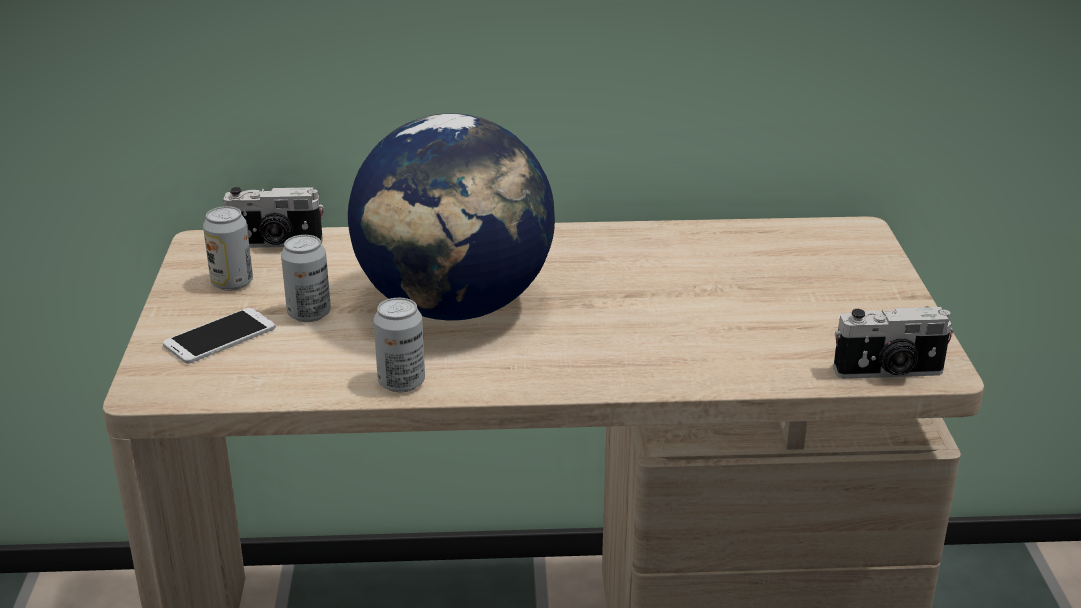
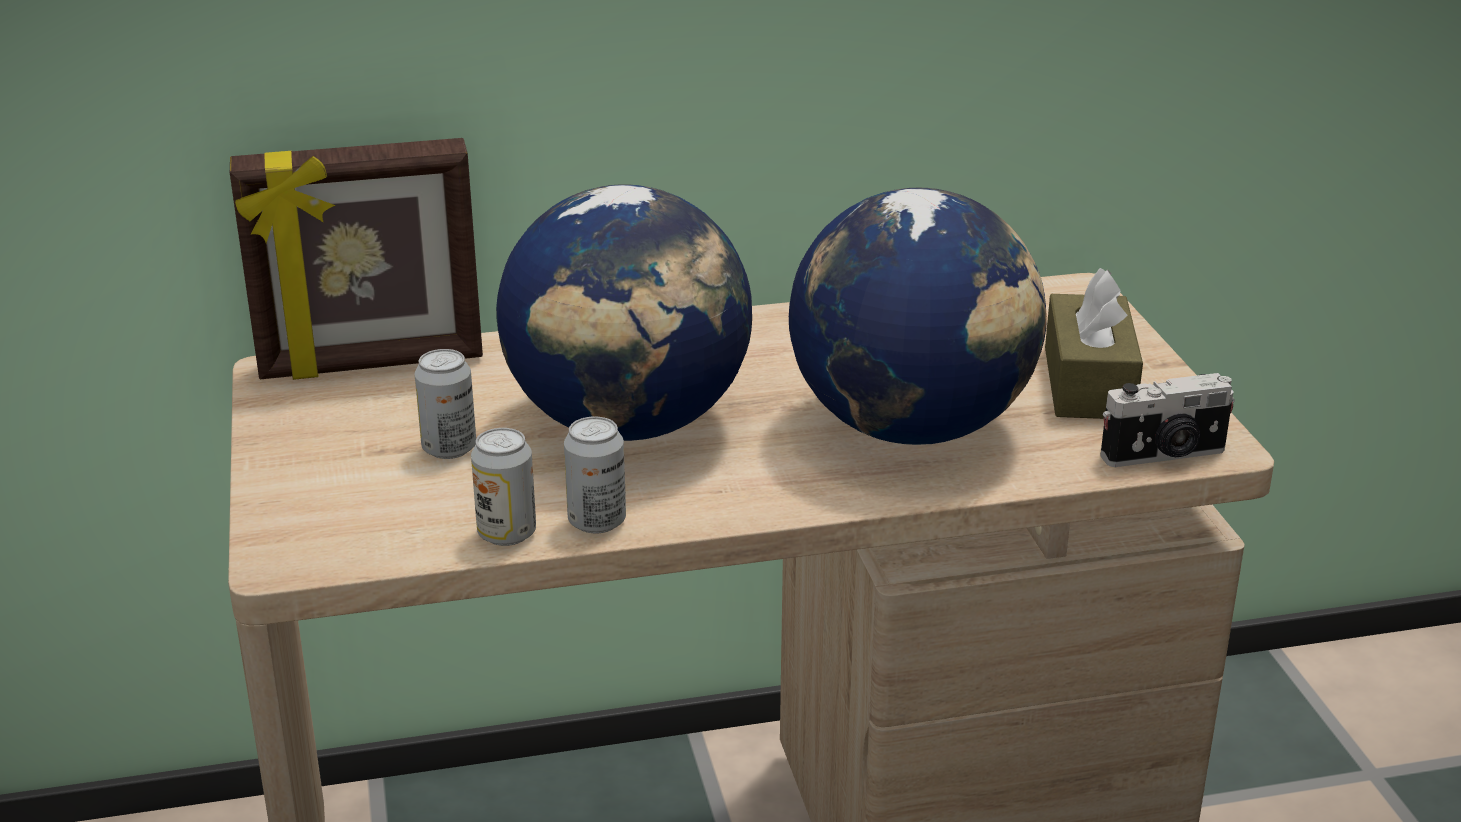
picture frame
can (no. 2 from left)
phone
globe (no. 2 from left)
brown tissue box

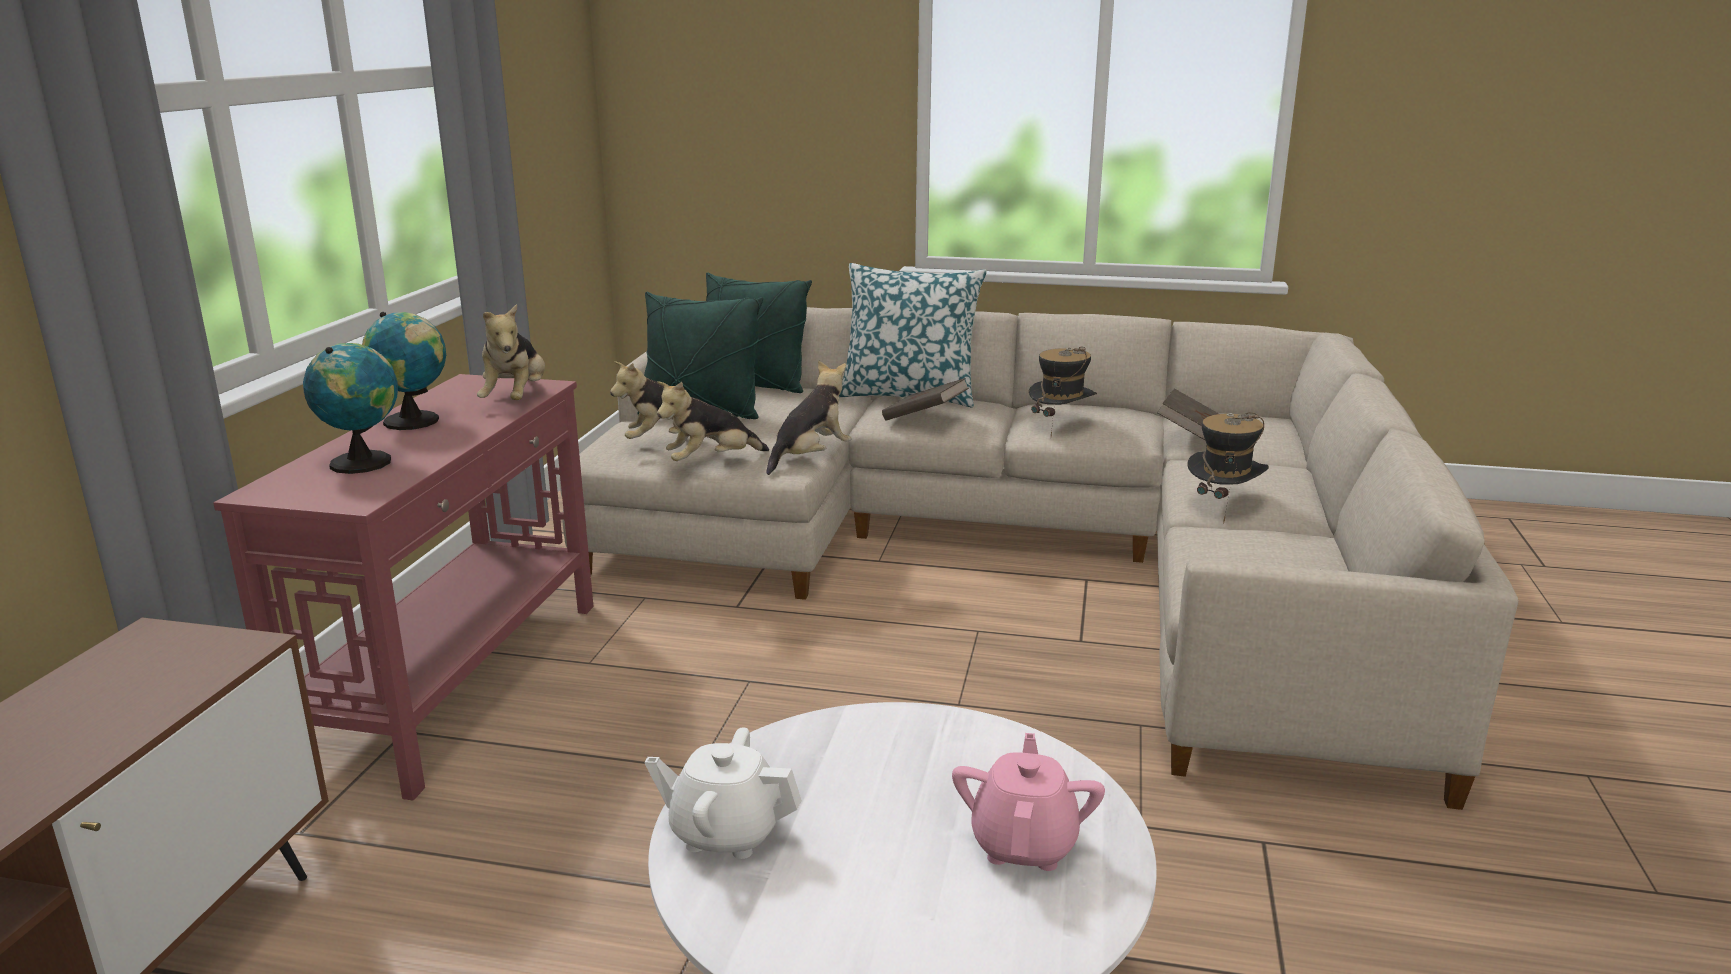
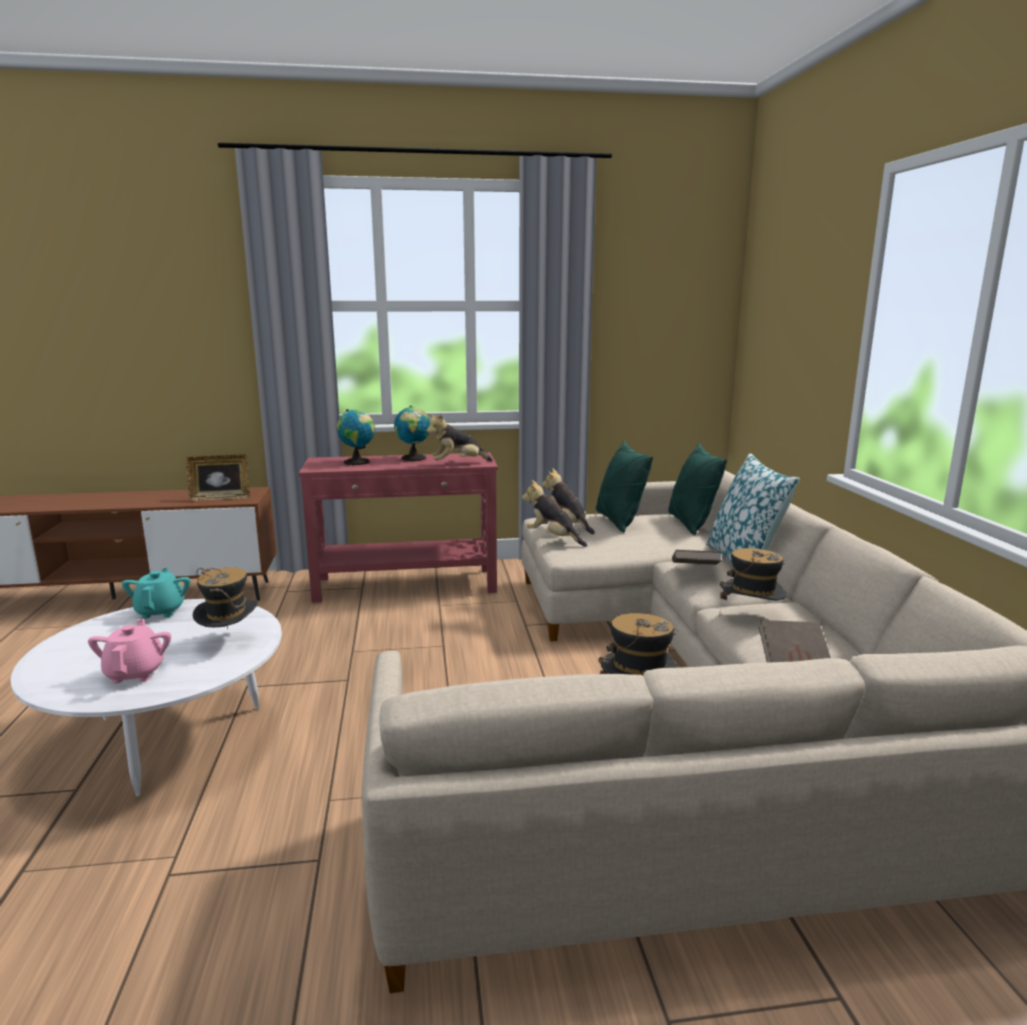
plush toy (no. 4 from left in the first image)
turquoise teapot
pink teapot
picture frame
hat (no. 1 from left)

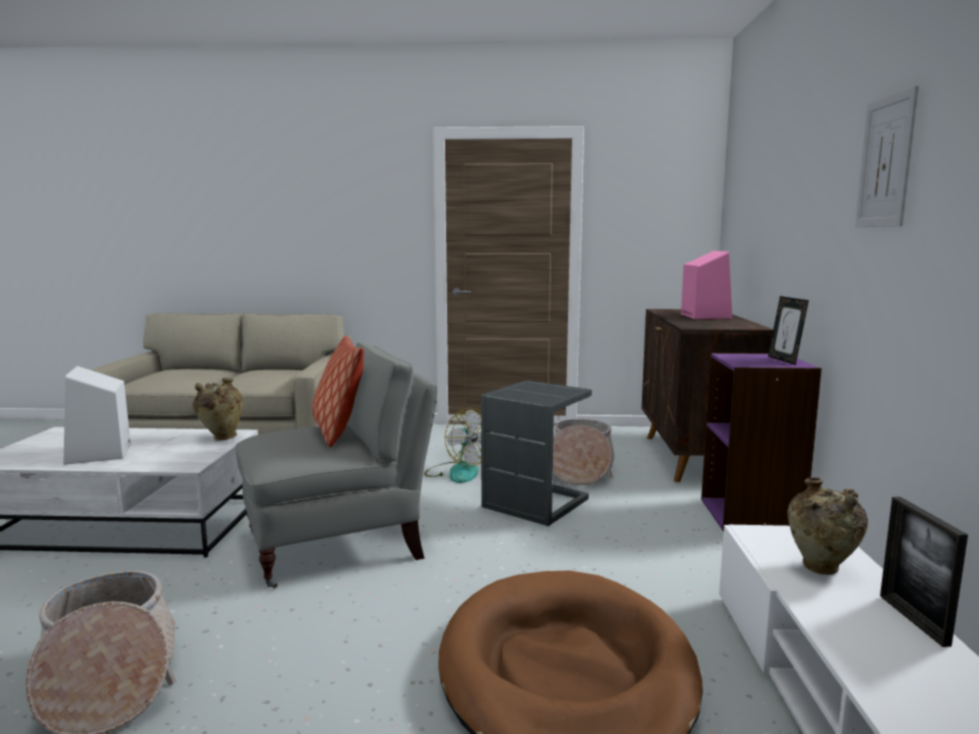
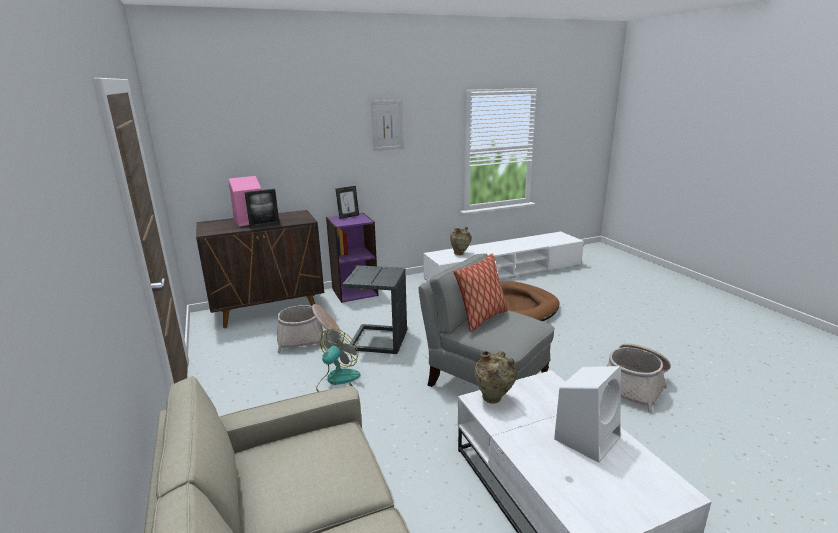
picture frame (no. 1 from left)

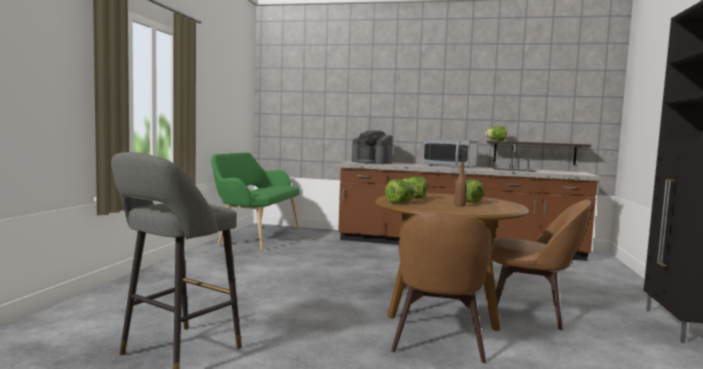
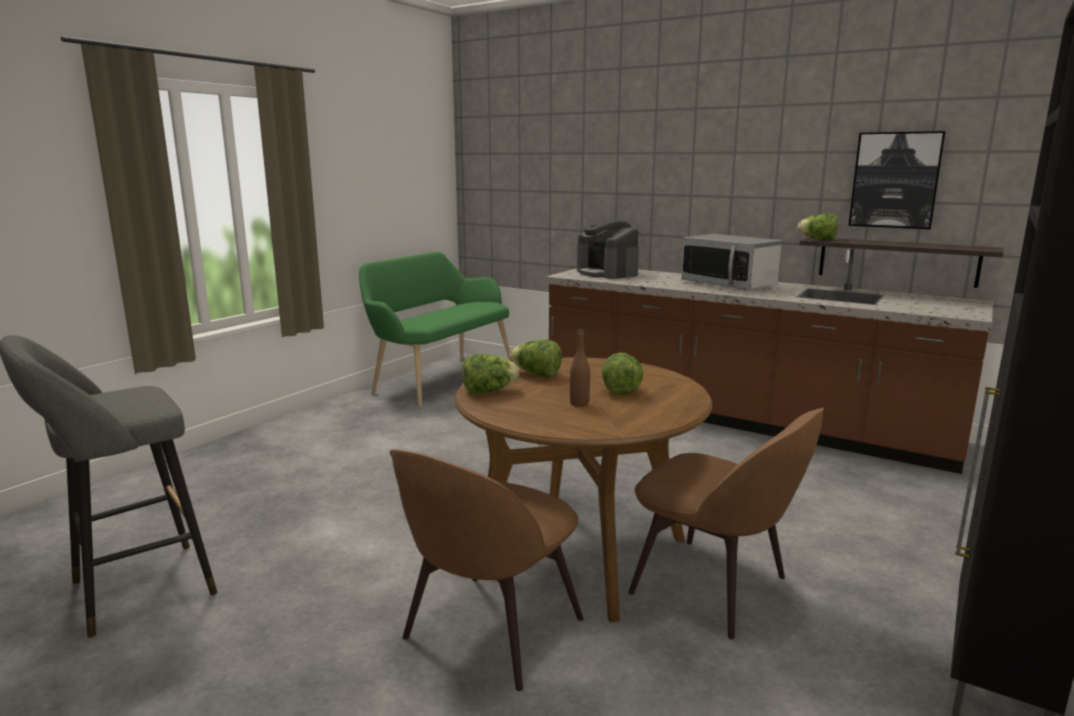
picture

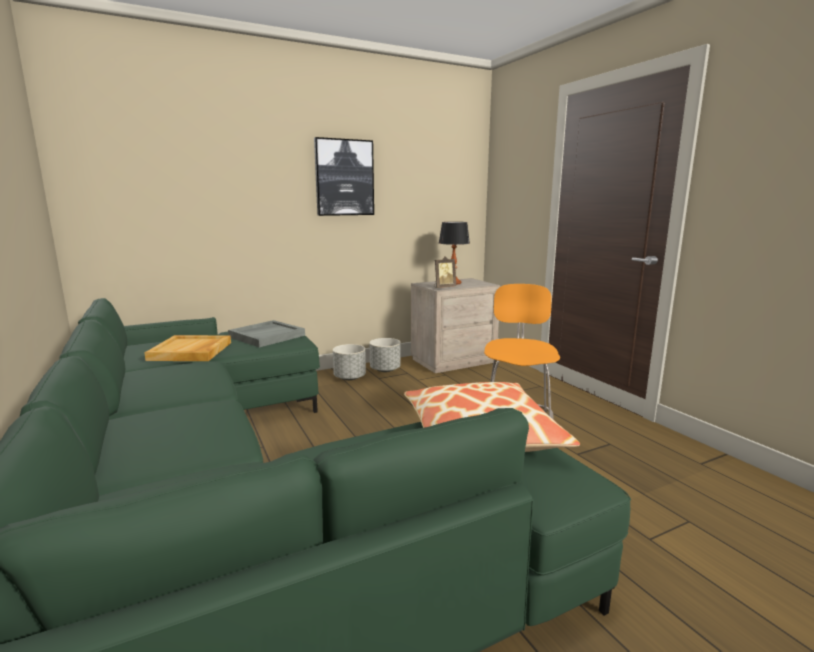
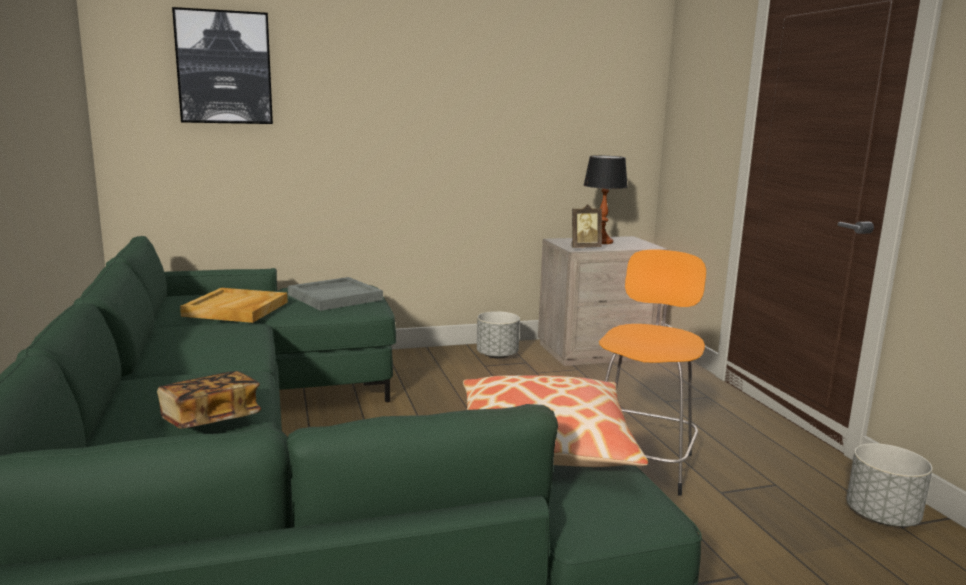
picture
grey planter (no. 2 from left)
book

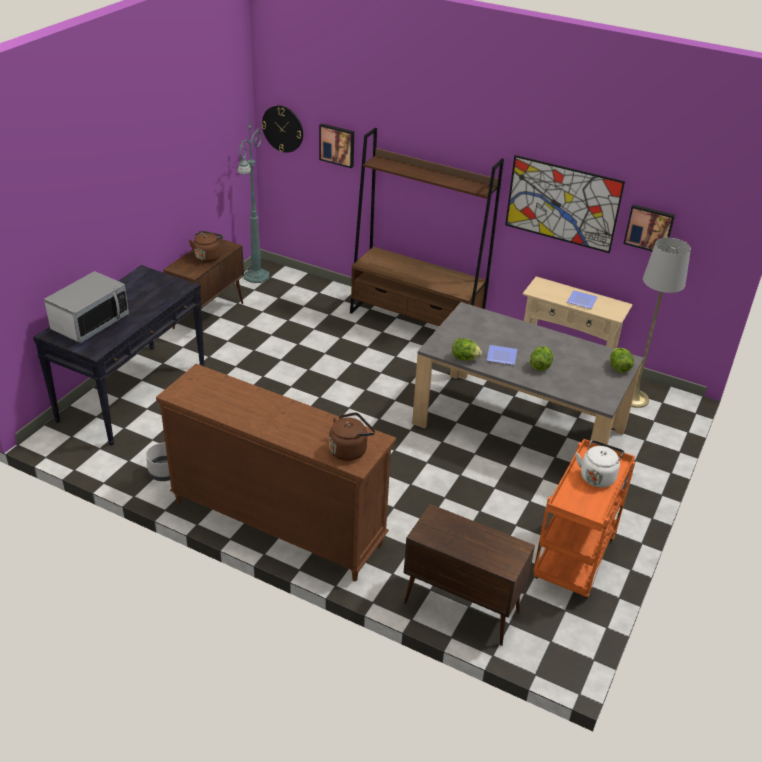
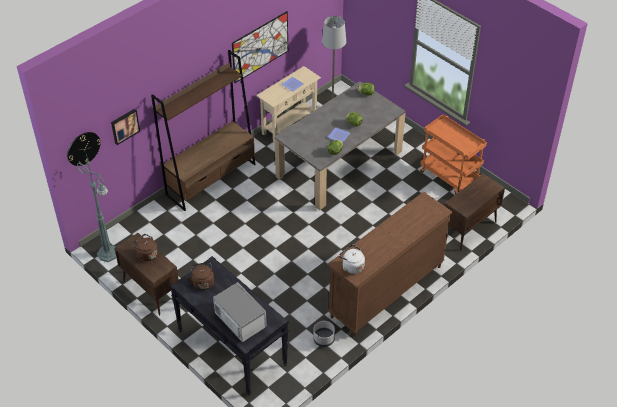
picture (no. 3 from left in the first image)
brown kettle (no. 2 from left)
white kettle

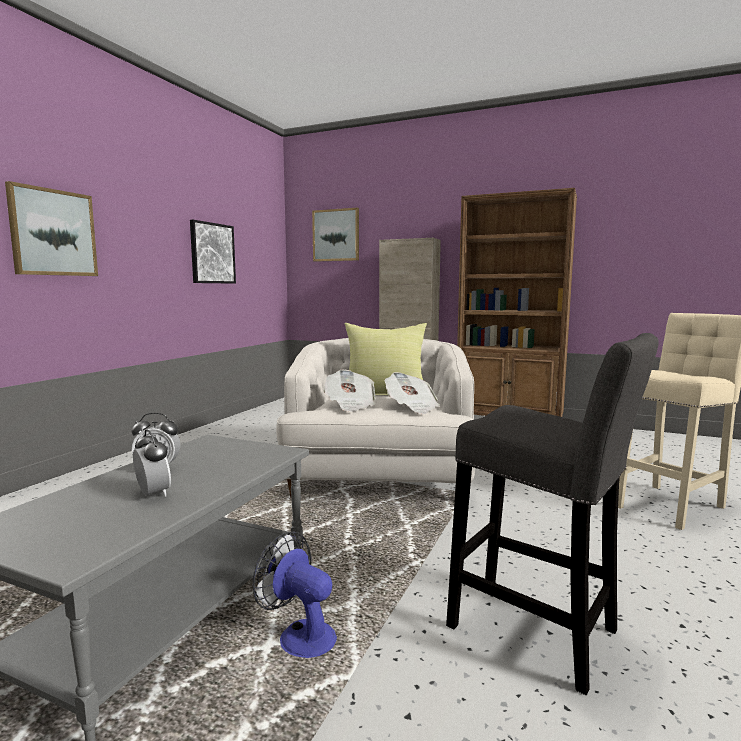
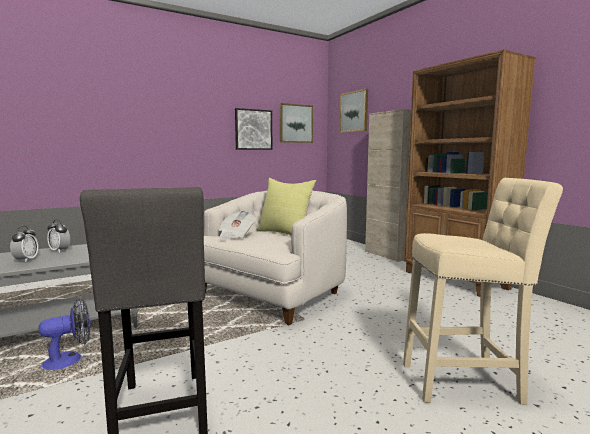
picture (no. 2 from left)
newspaper (no. 2 from left in the first image)
fan

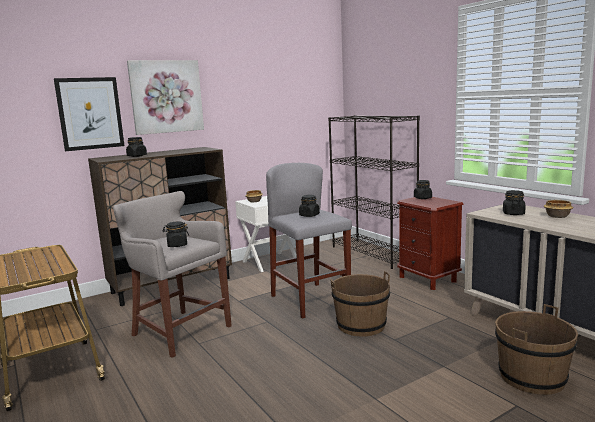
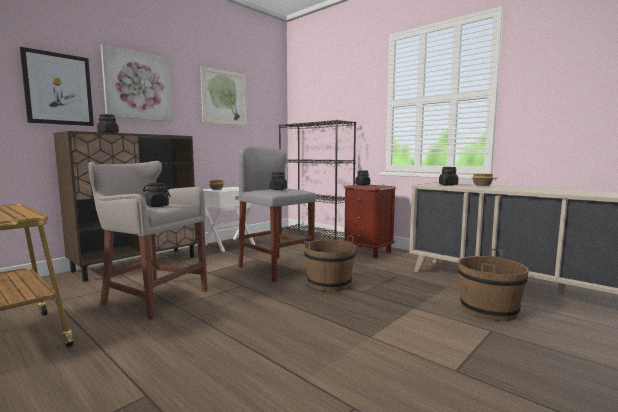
picture (no. 3 from left)

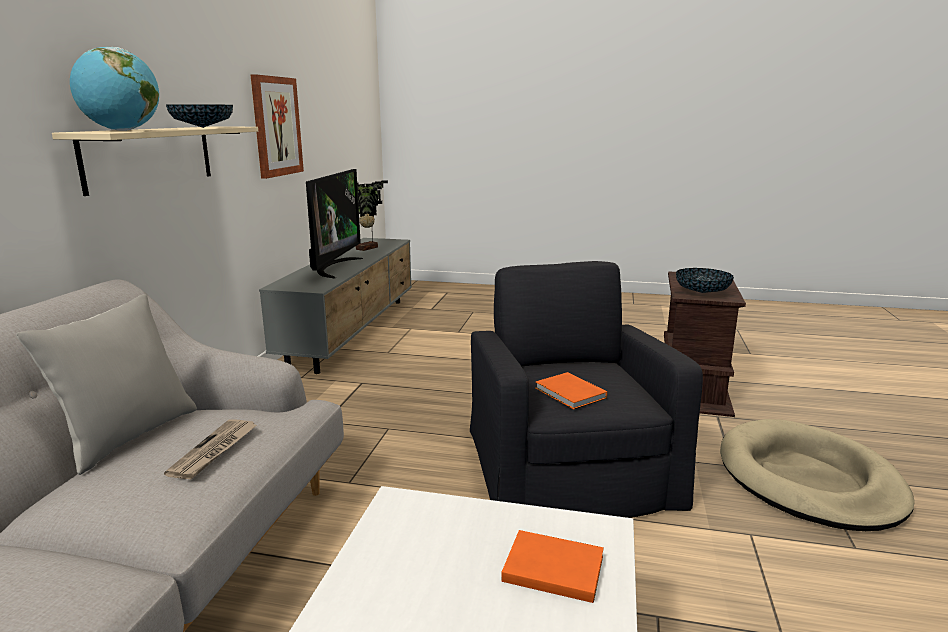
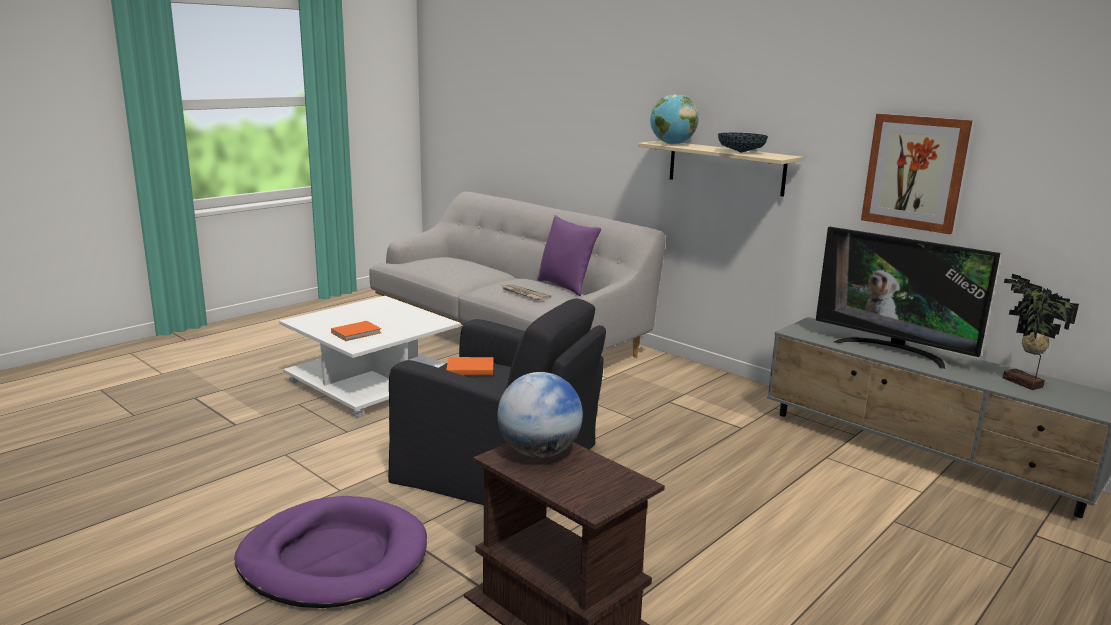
globe (no. 1 from left)
purple pillow
purple dog bed

